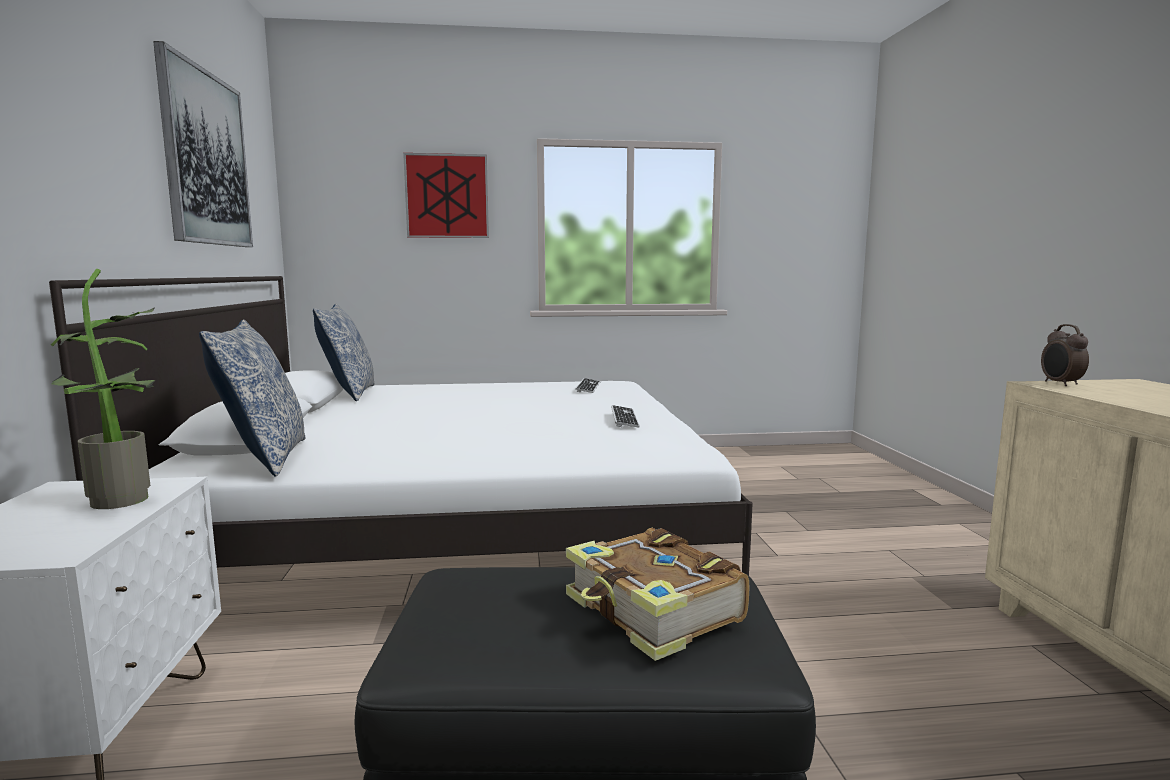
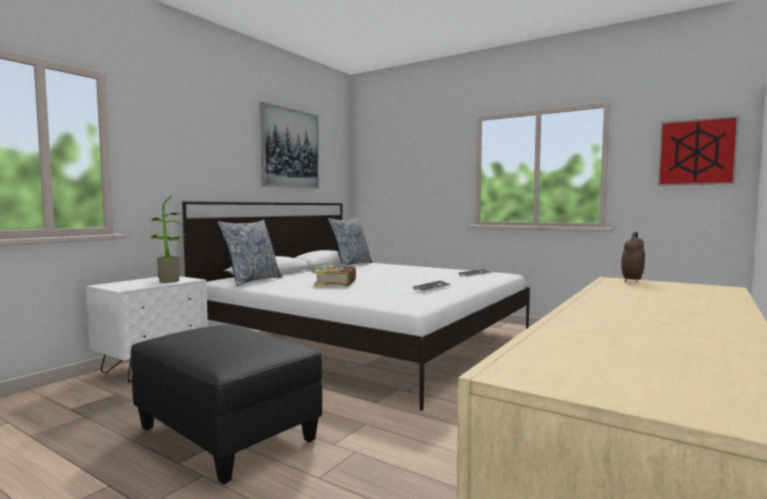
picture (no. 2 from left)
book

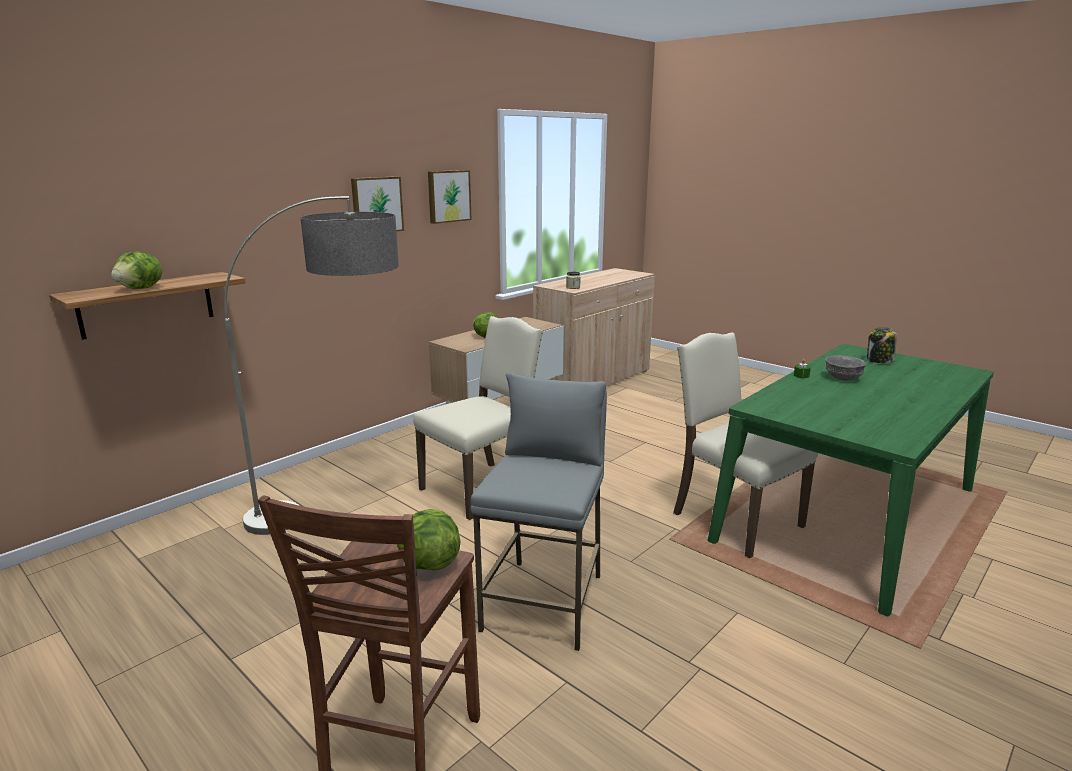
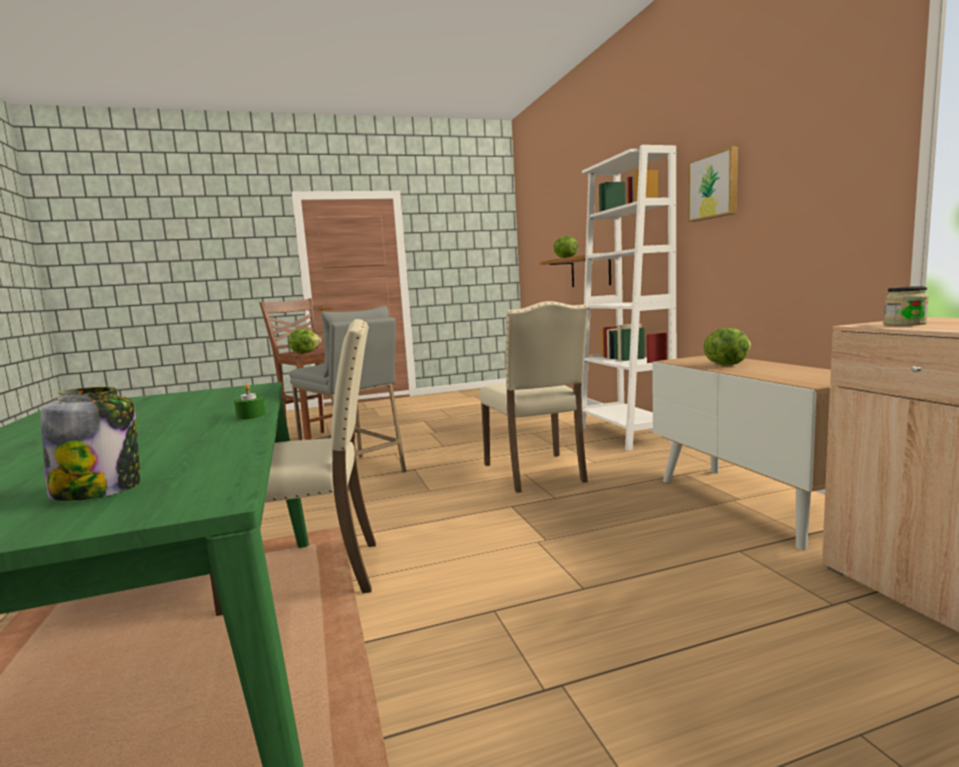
picture (no. 2 from left in the first image)
floor lamp
grey bowl
white bookcase

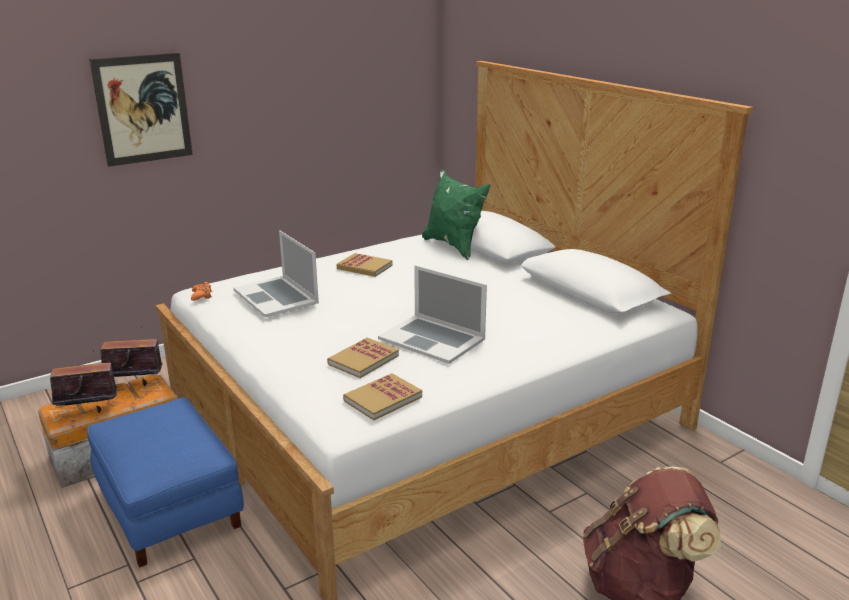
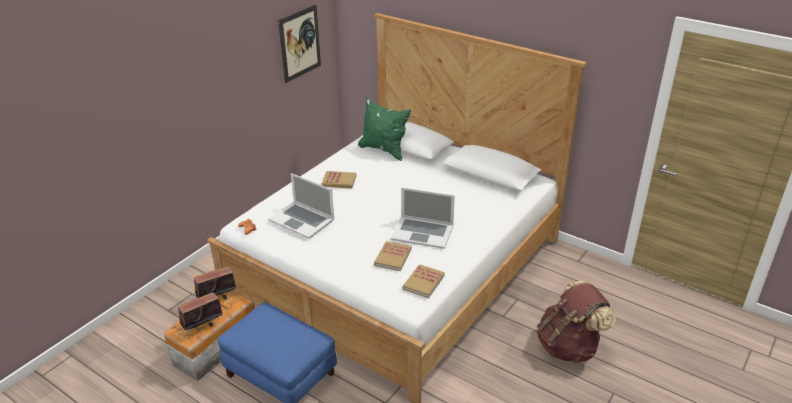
picture

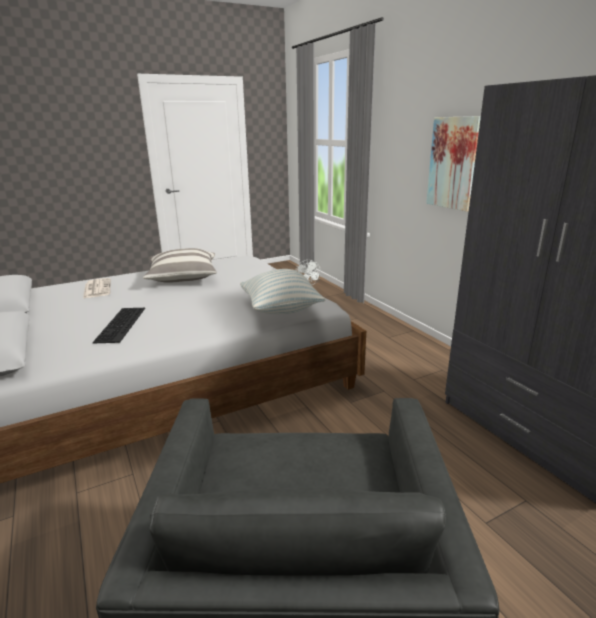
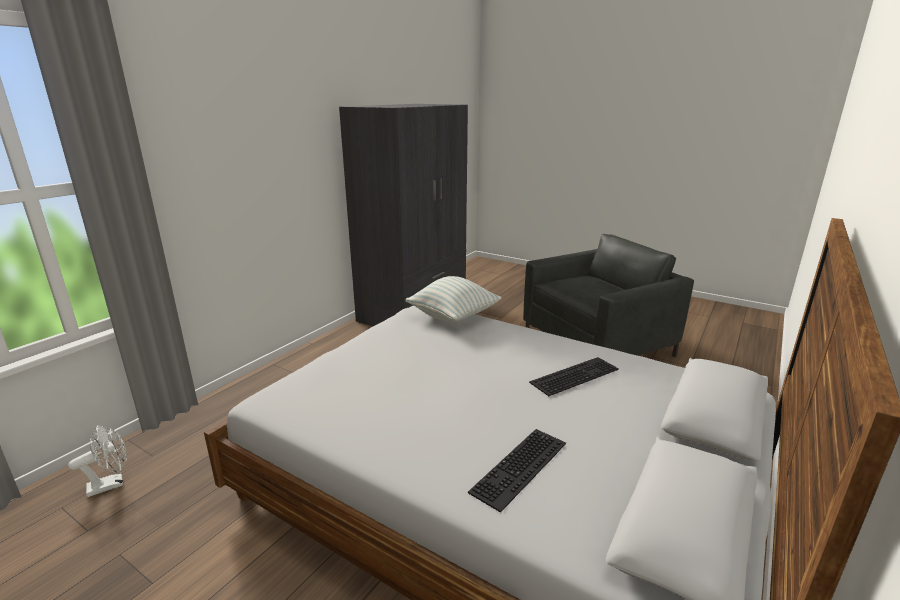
picture
pillow (no. 1 from left in the first image)
keyboard (no. 1 from left)

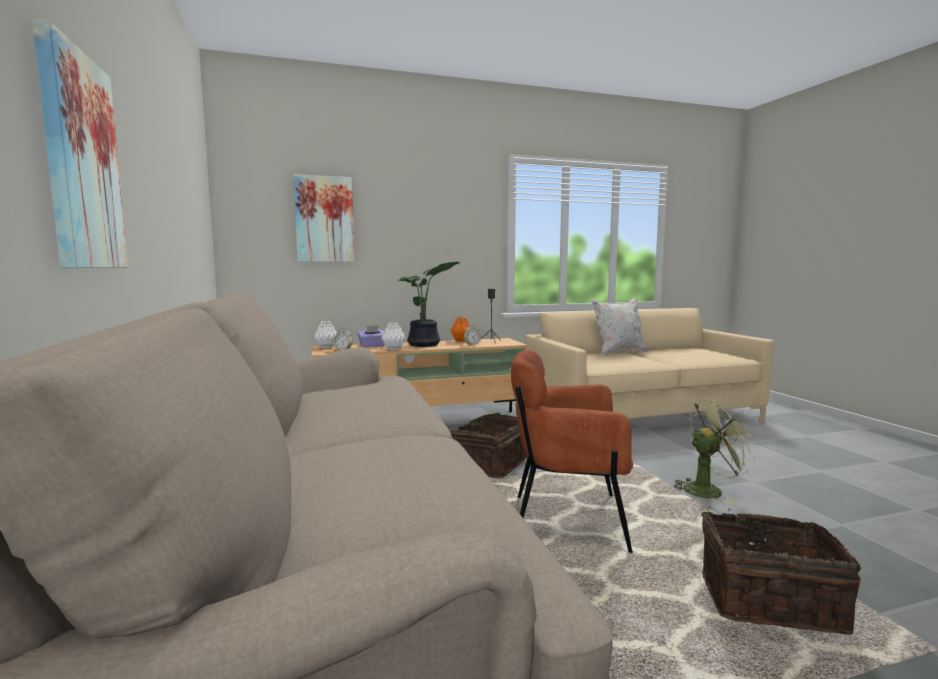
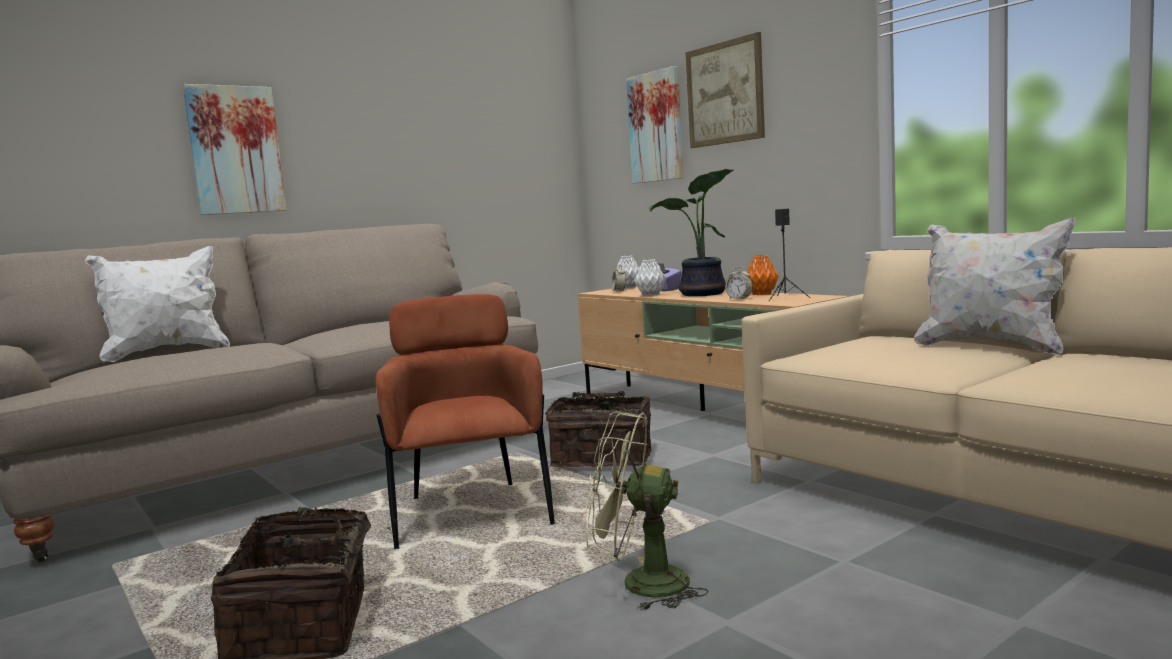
green fan
picture (no. 3 from left)
white pillow (no. 1 from left)

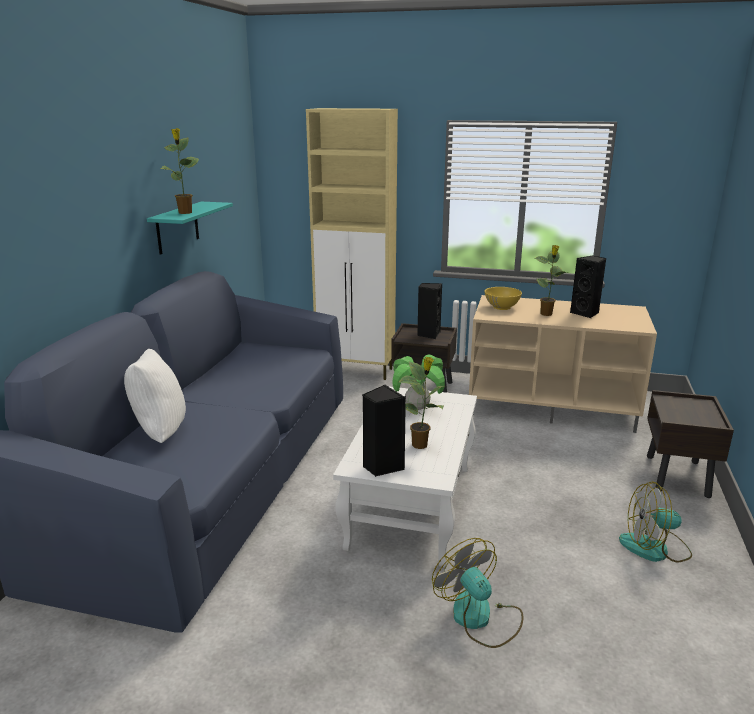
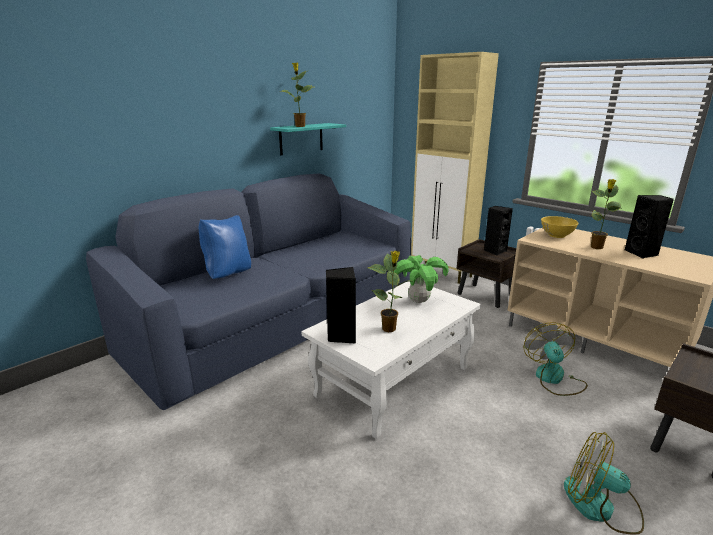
blue pillow
fan (no. 1 from left)

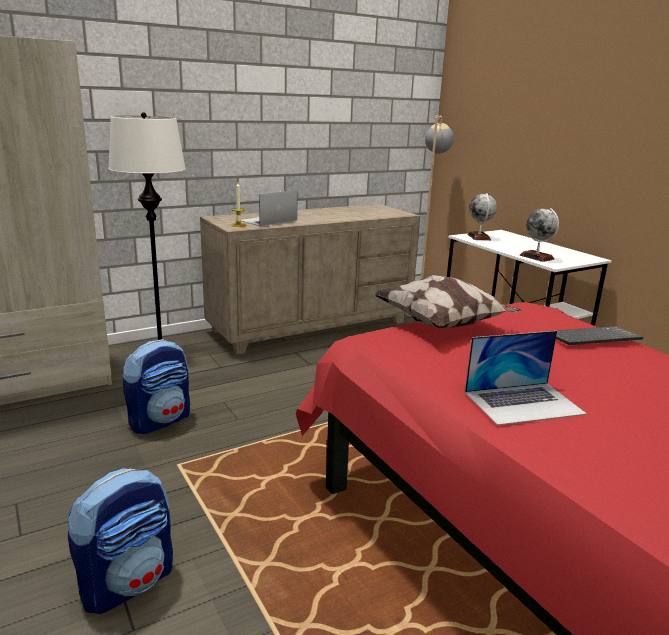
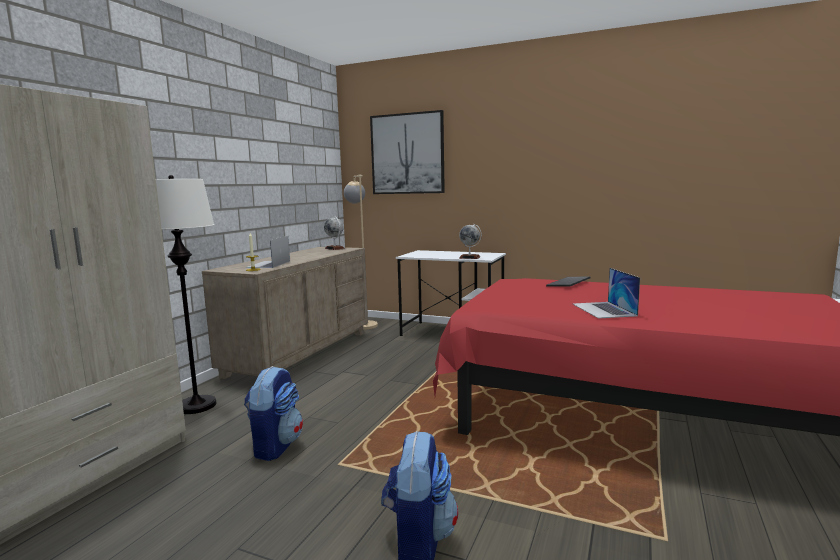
globe (no. 1 from left)
pillow
laptop (no. 2 from left)
picture

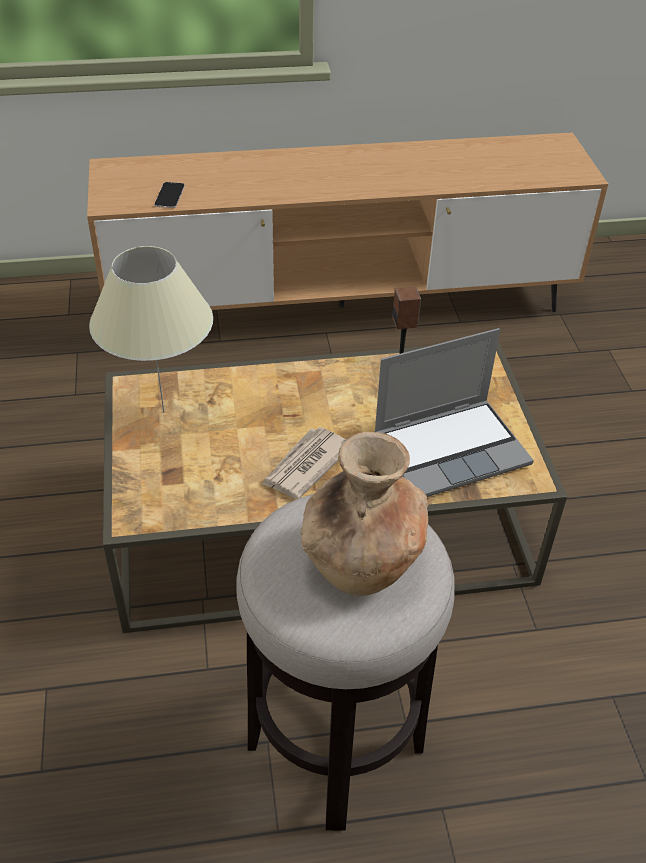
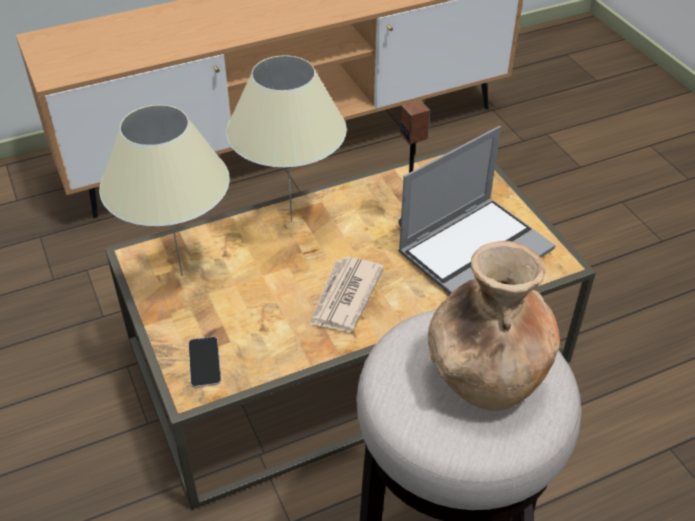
phone
beige table lamp (no. 2 from left)

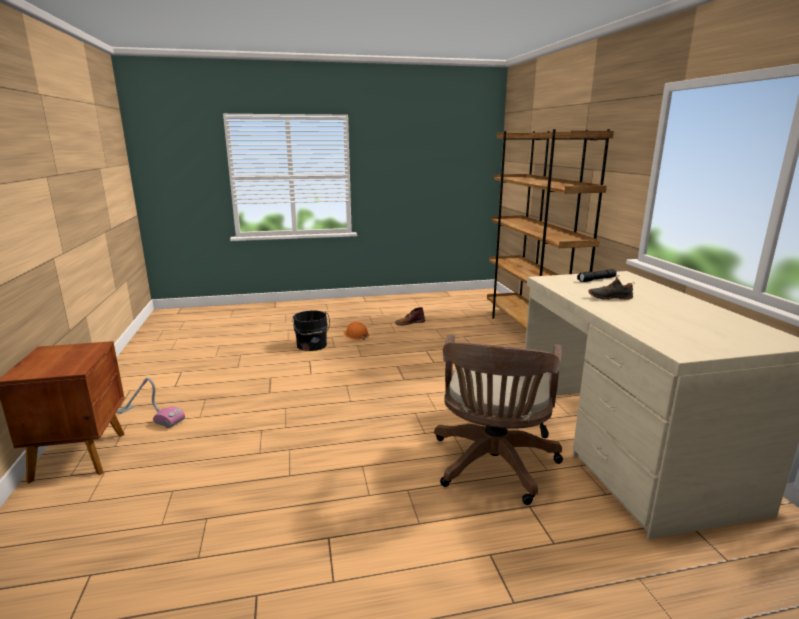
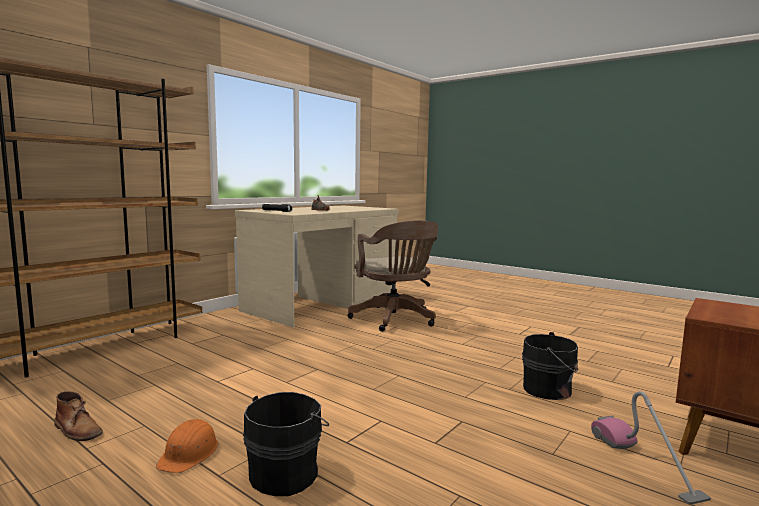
brown office chair
black bucket (no. 2 from left)

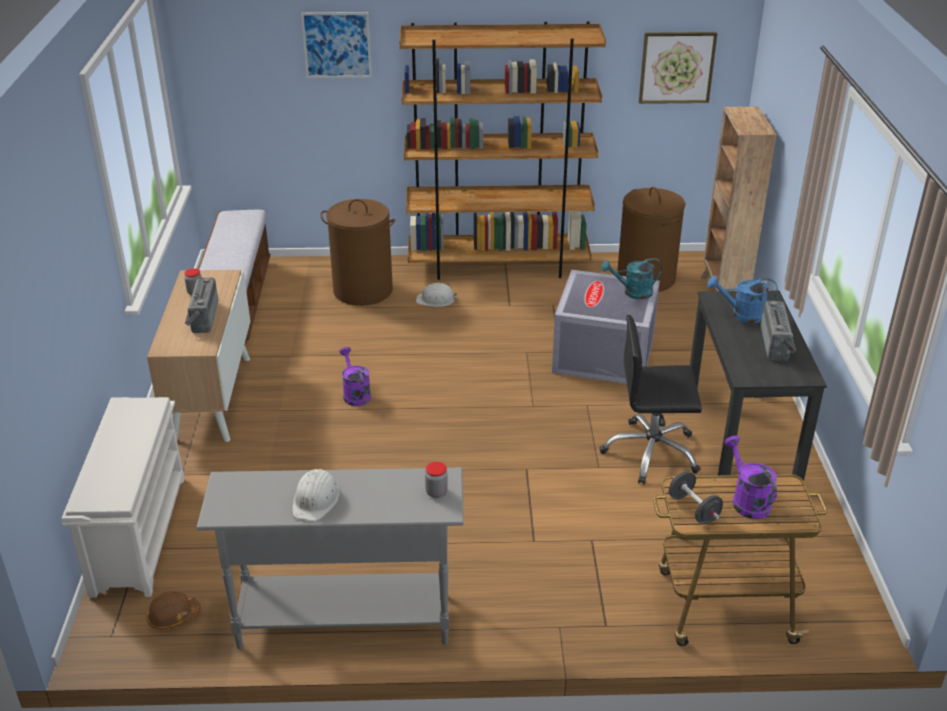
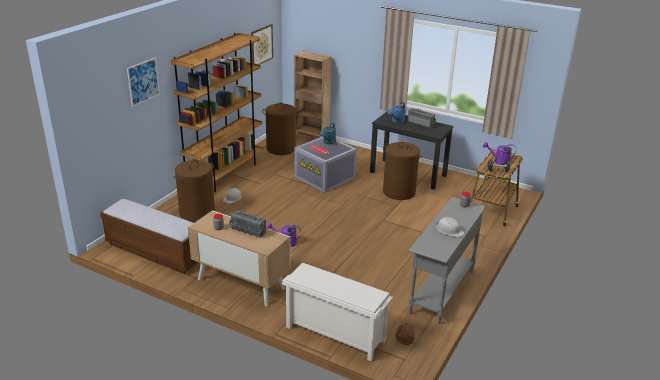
brown laundry basket (no. 3 from left)

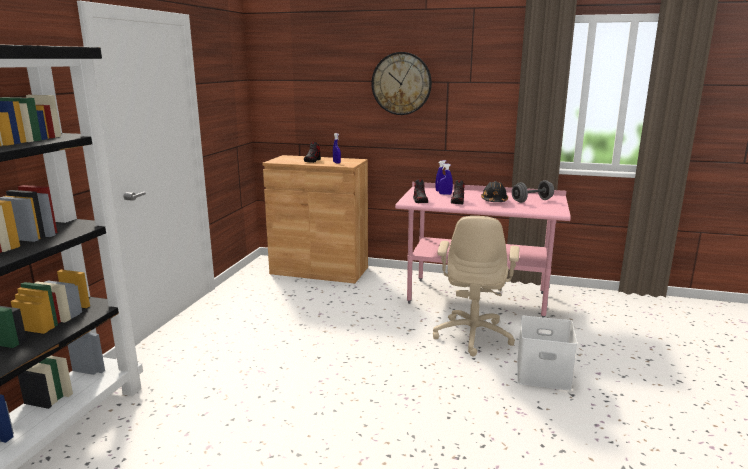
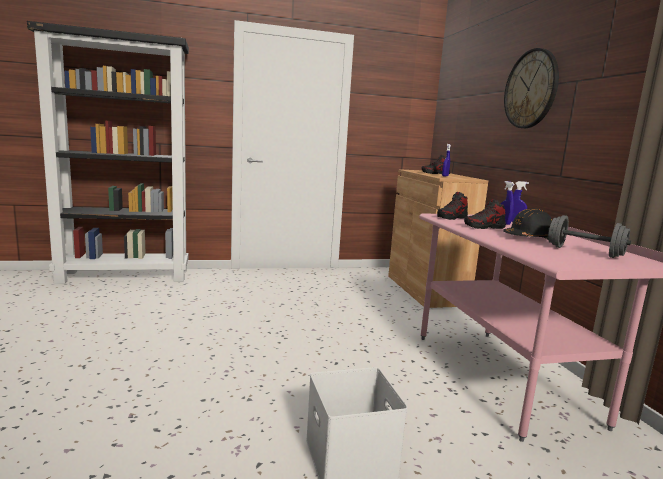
beige office chair

